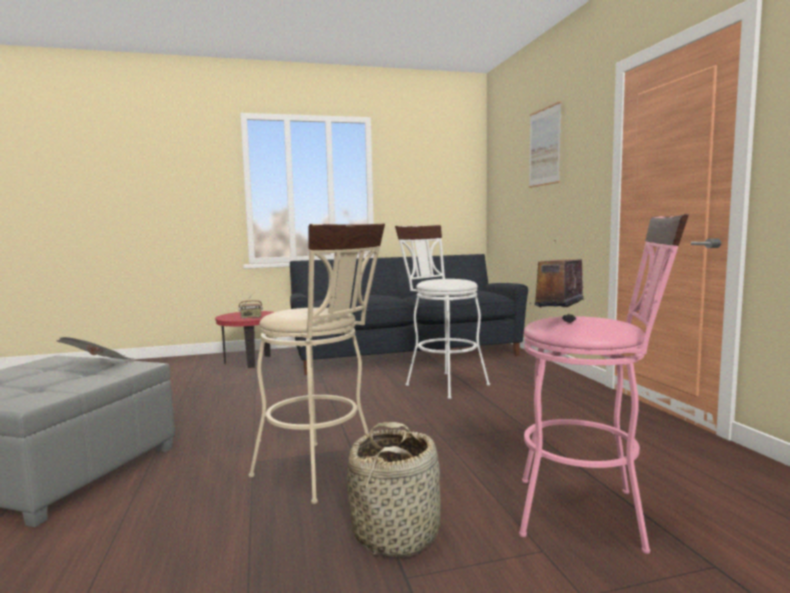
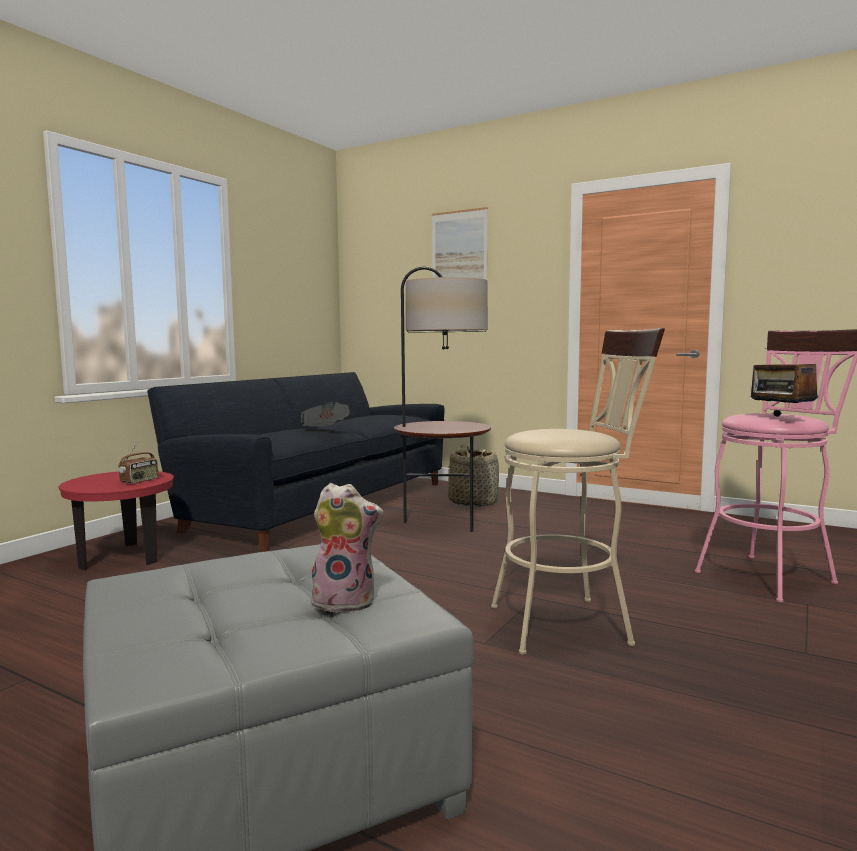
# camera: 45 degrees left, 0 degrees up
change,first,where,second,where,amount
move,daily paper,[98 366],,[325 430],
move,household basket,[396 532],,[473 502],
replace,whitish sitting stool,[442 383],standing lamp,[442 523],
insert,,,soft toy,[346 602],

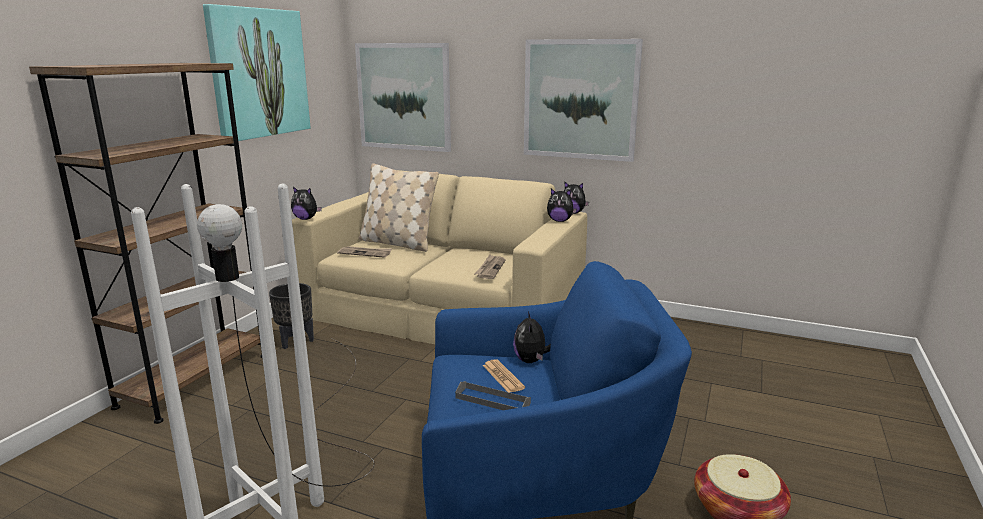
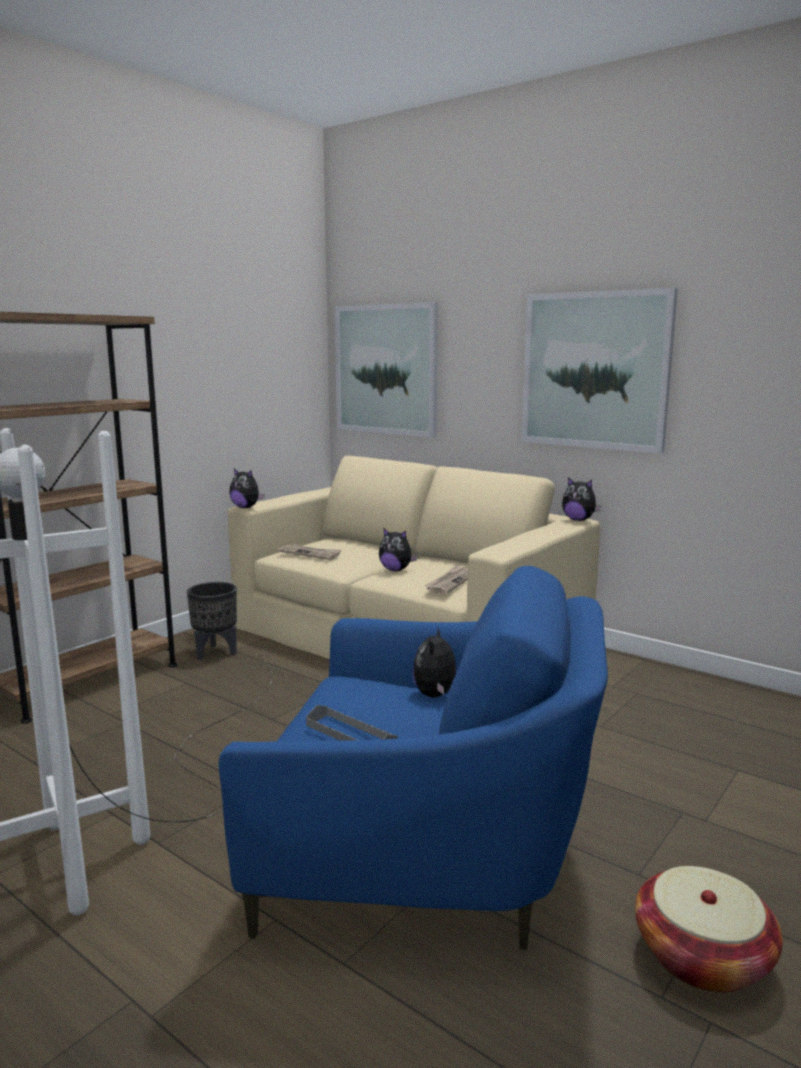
# camera: 15 degrees right, 5 degrees down
change,first,where,second,where,amount
delete,wall picture,[259 73],,,
delete,sand-coloured throw pillow,[398 243],,,
delete,daily paper,[503 377],,,
move,soft toy,[560 221],,[396 570],

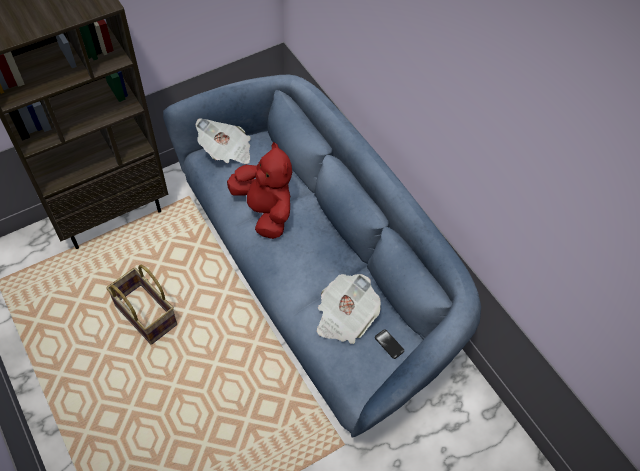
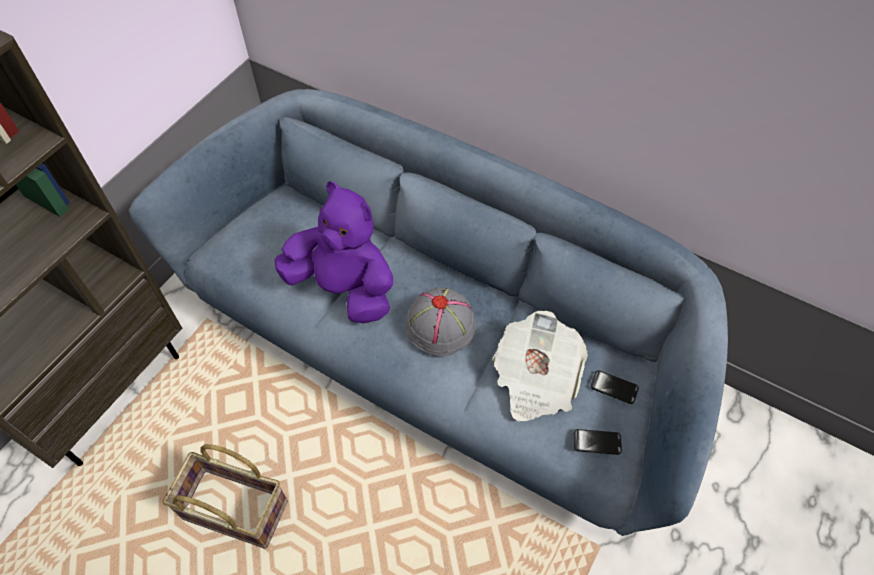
# camera: 25 degrees left, 0 degrees up
change,first,where,second,where,amount
delete,daily paper,[226 150],,,
recolor,reddish soft toy,[265 211],purple soft toy,[344 288],
insert,,,grey clothing hat,[441 325],
insert,,,phone,[597 442],

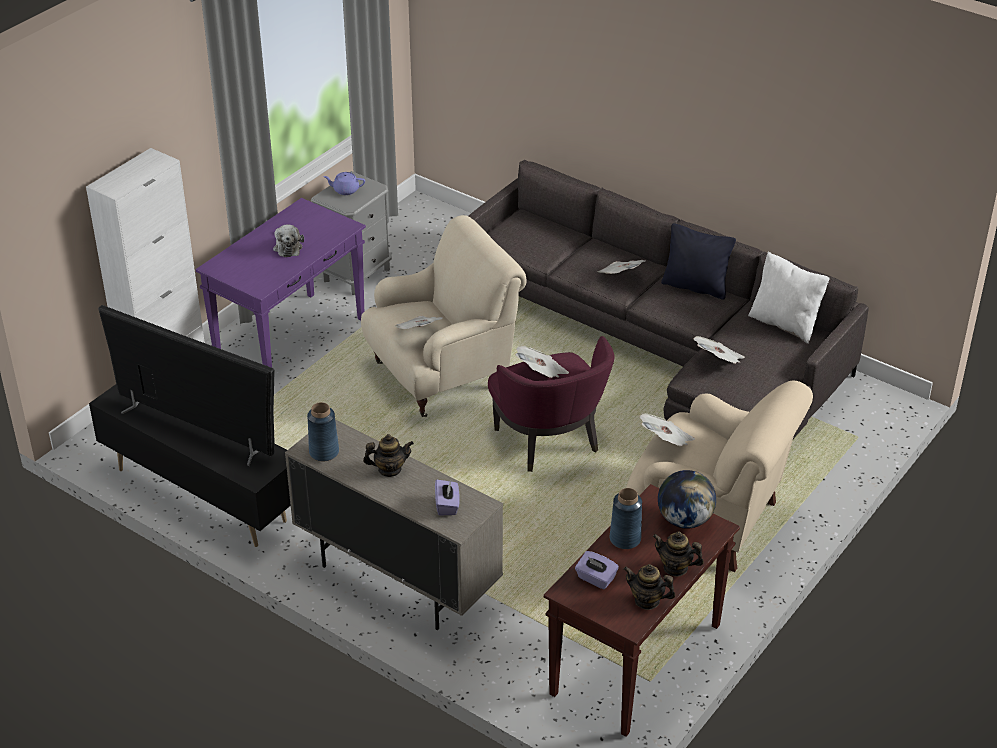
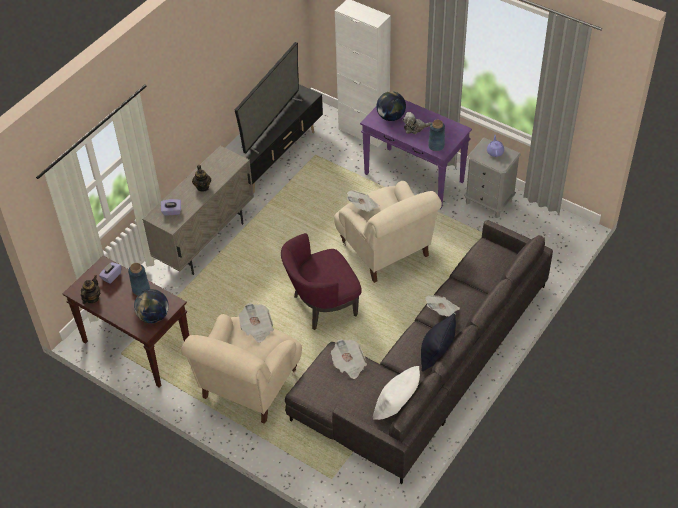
# camera: 90 degrees right, 10 degrees up
change,first,where,second,where,amount
move,bluish decorative vase,[323 452],,[436 146],
delete,daily paper,[541 373],,,
delete,tea pot,[675 568],,,
insert,,,world globe,[391 117],

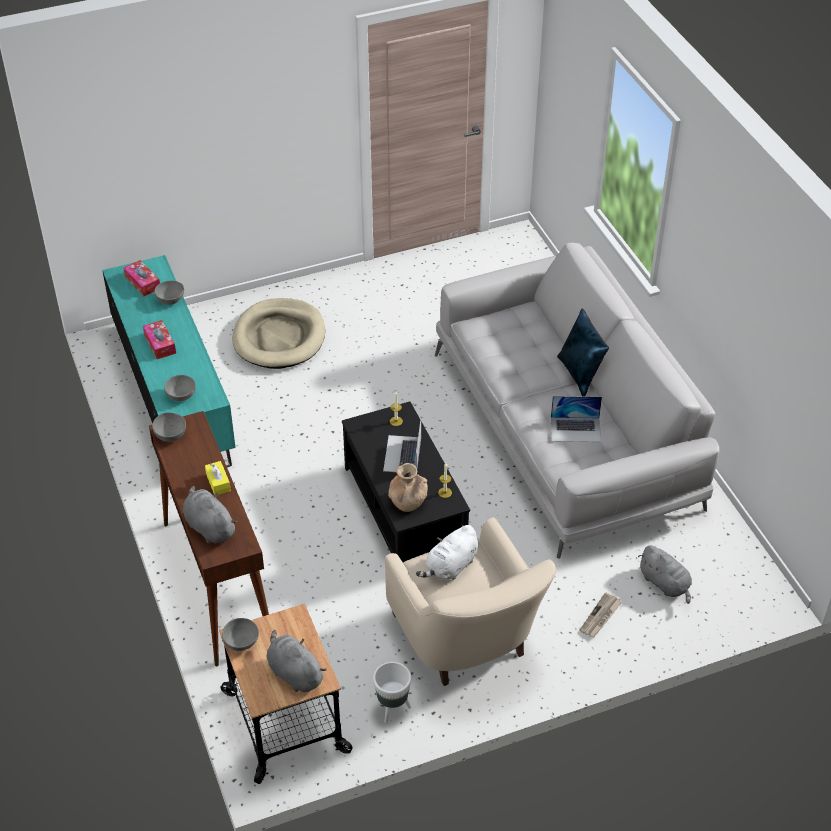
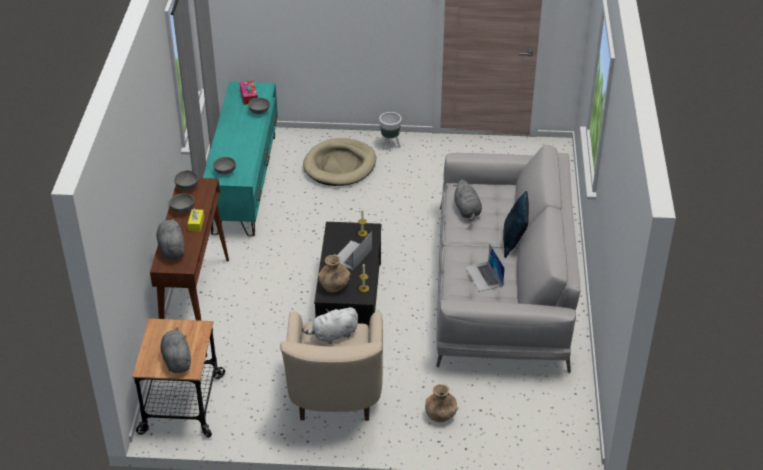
# camera: 25 degrees right, 5 degrees down
change,first,where,second,where,amount
delete,tissue holder,[160 344],,,
move,grey deep dish,[242 643],,[182 210],
move,whitish planter,[392 709],,[390 145],
rotate,laptop,[576 429],,[484 276],45 degrees clockwise
replace,daily paper,[600 617],brown-coloured decorative vase,[440 415],
move,grey soft toy,[665 584],,[467 211],

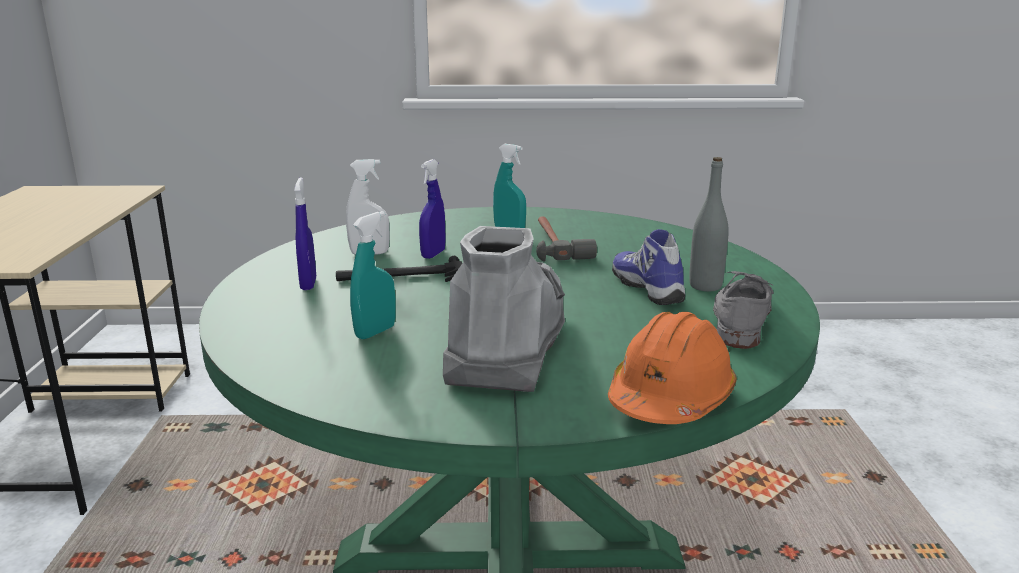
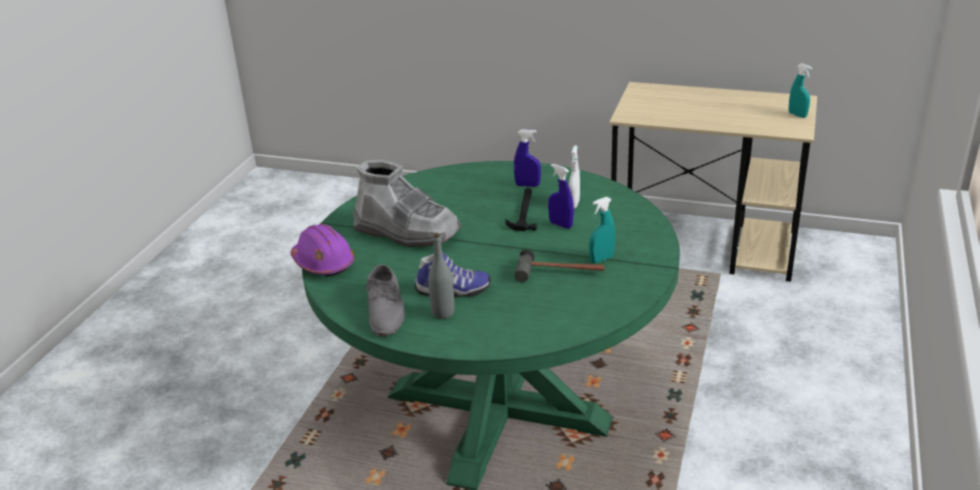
# camera: 110 degrees right, 10 degrees up
change,first,where,second,where,amount
move,blue-green hand sprayer,[375 332],,[797 115],
recolor,orange-coloured safety helmet,[670 398],purple safety helmet,[323 263],
rotate,grey low shoe,[740 319],,[386 310],45 degrees clockwise

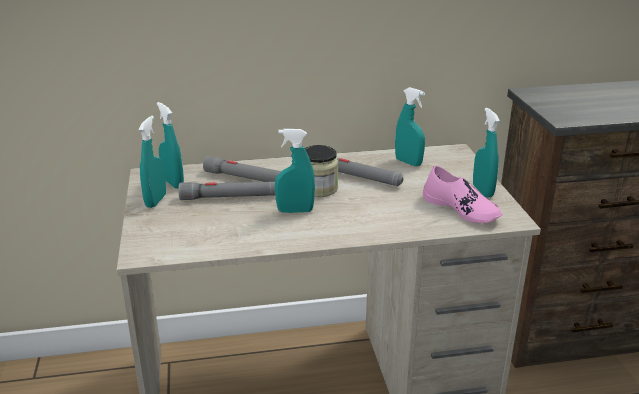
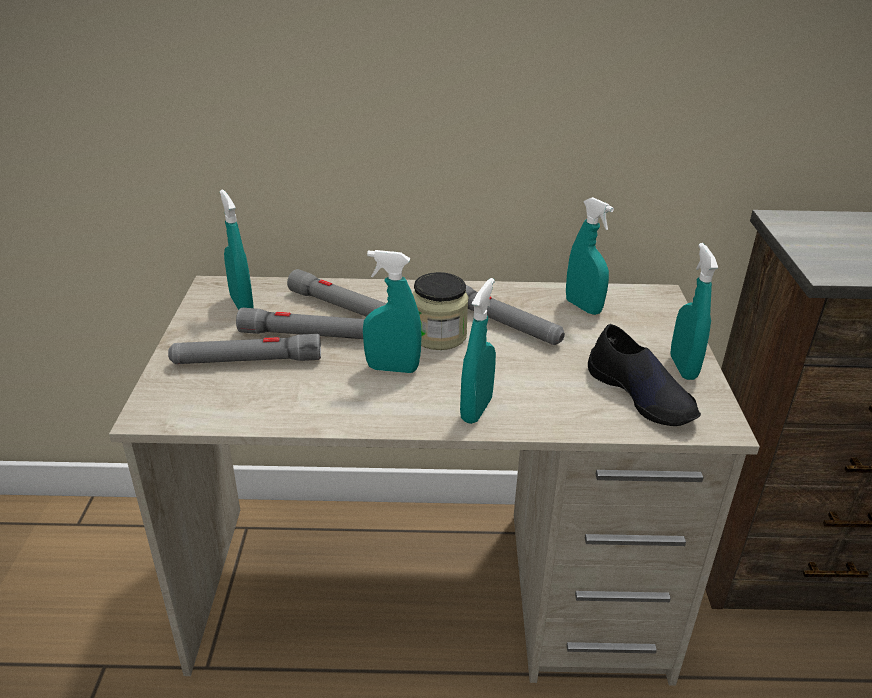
# camera: 10 degrees right, 5 degrees up
change,first,where,second,where,amount
move,blue-green hand sprayer,[155 201],,[476 410],
recolor,pink low shoe,[461 209],black-coloured low shoe,[641 395],
insert,,,grey hand torch,[247 361],

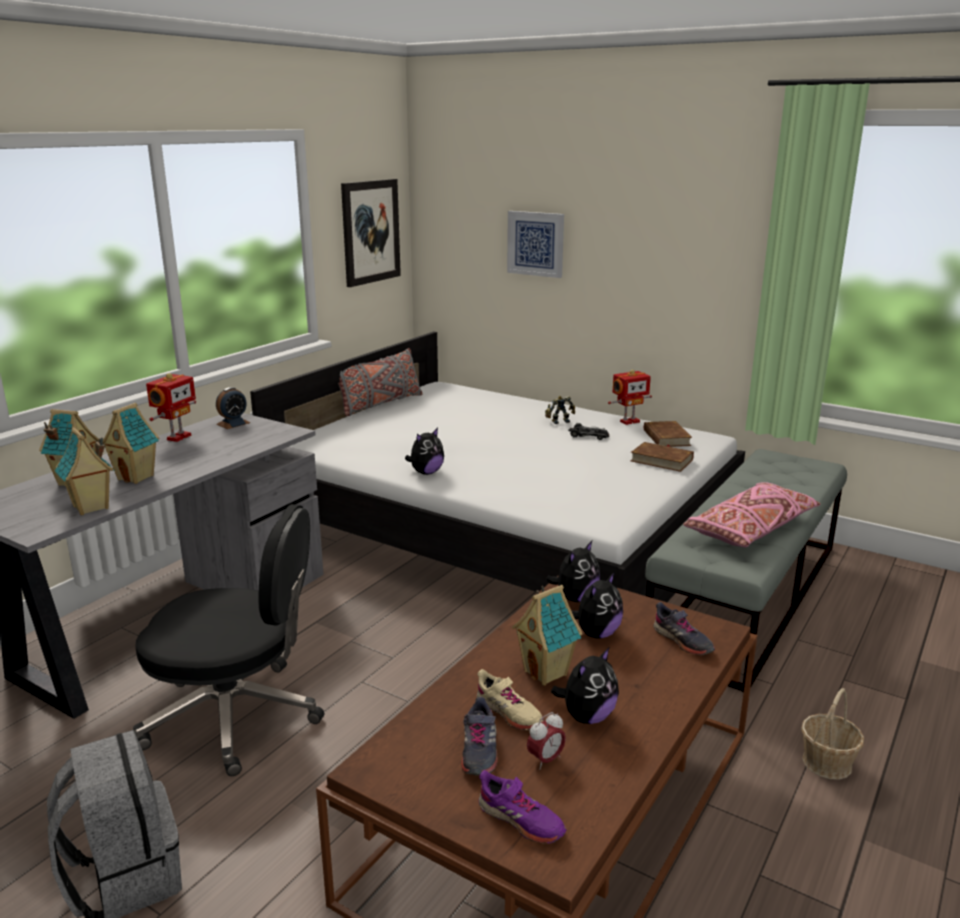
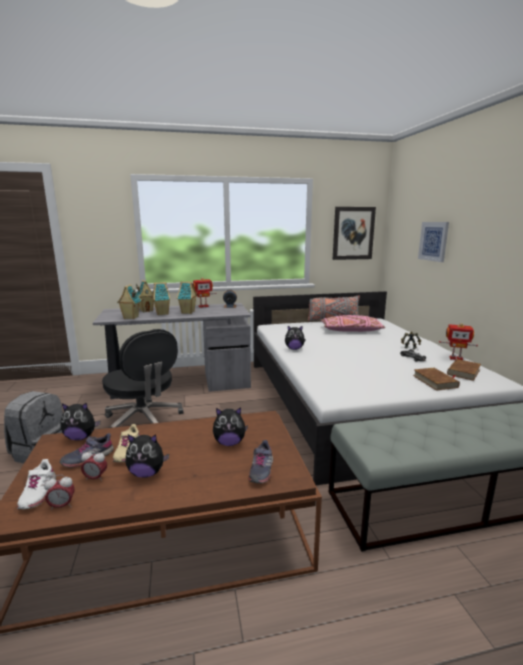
# camera: 45 degrees right, 5 degrees down
change,first,where,second,where,amount
recolor,purple low shoe,[520 820],whitish low shoe,[38 493],
move,toy house,[547 672],,[188 312],
move,soft toy,[575 598],,[81 437],
move,pink throw pillow,[750 529],,[351 330],
delete,household basket,[827 762],,,
insert,,,bedside clock,[62 506],

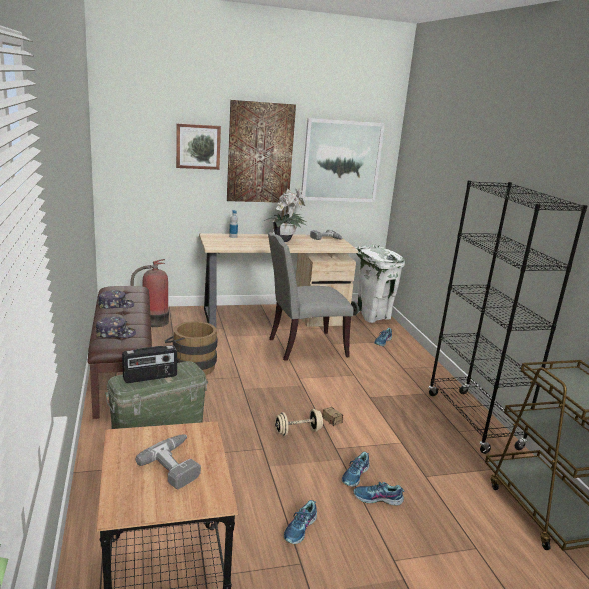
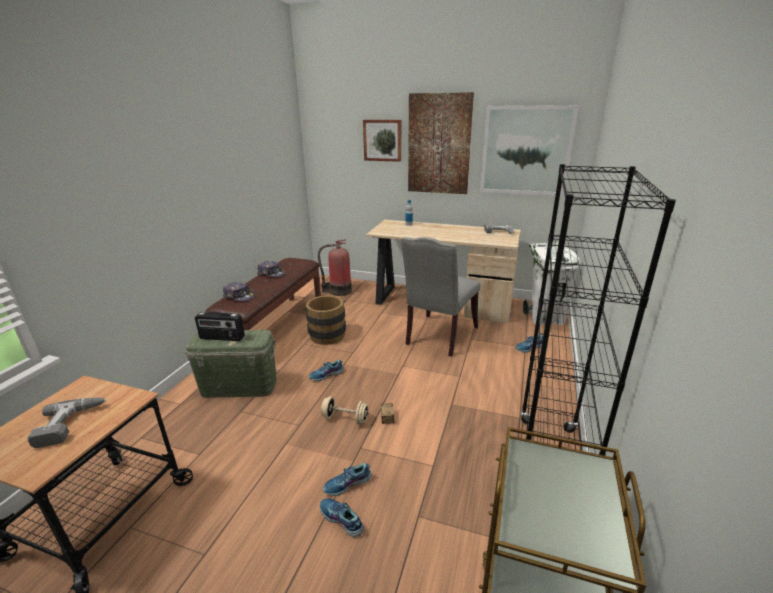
# camera: 35 degrees right, 5 degrees up
change,first,where,second,where,amount
delete,houseplant,[284 240],,,
rotate,grey chair,[303 347],,[439 337],75 degrees counterclockwise
move,low shoe,[300 529],,[326 375],

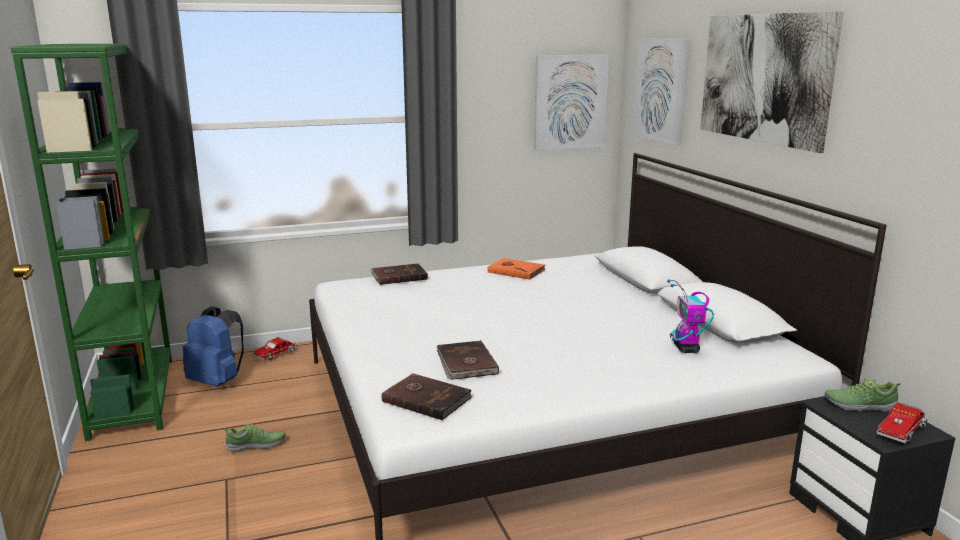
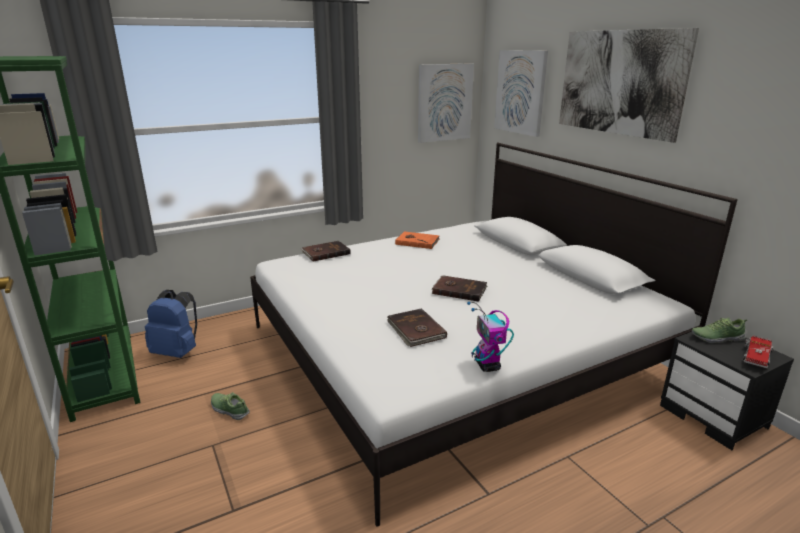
# camera: 10 degrees left, 5 degrees up
change,first,where,second,where,amount
rotate,low shoe,[256 445],,[230 409],120 degrees counterclockwise
delete,toy lorry,[277 354],,,
move,brown-coloured bound book,[426 399],,[459 290],
move,model robot,[686 349],,[487 365],

